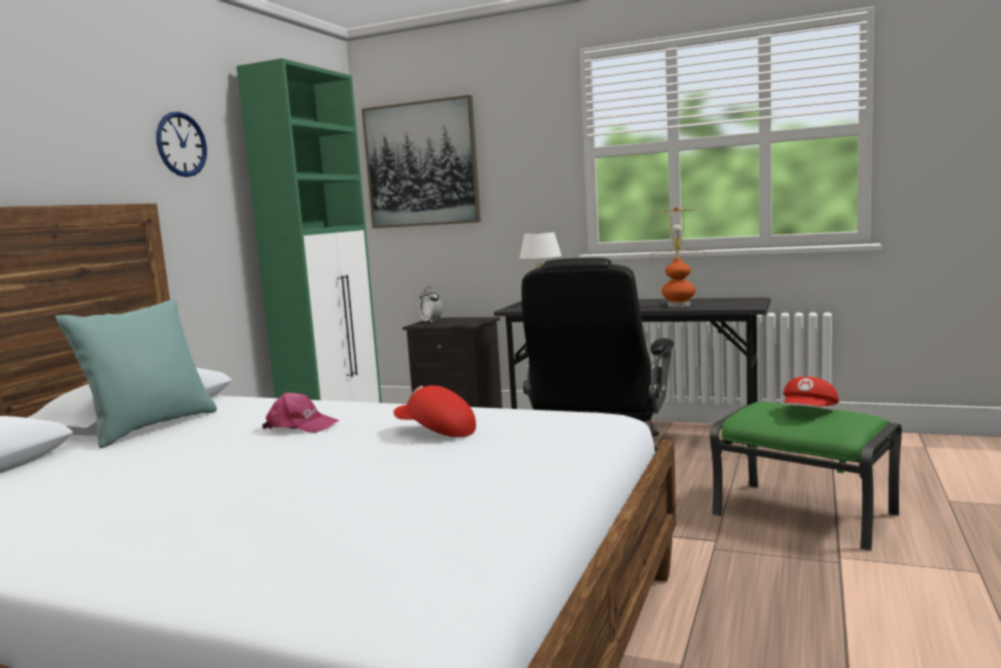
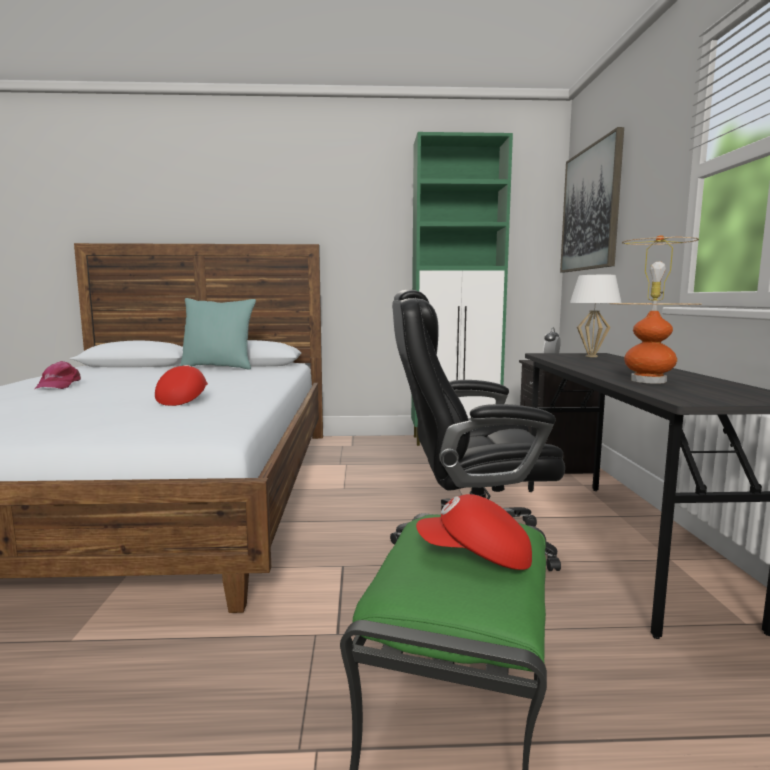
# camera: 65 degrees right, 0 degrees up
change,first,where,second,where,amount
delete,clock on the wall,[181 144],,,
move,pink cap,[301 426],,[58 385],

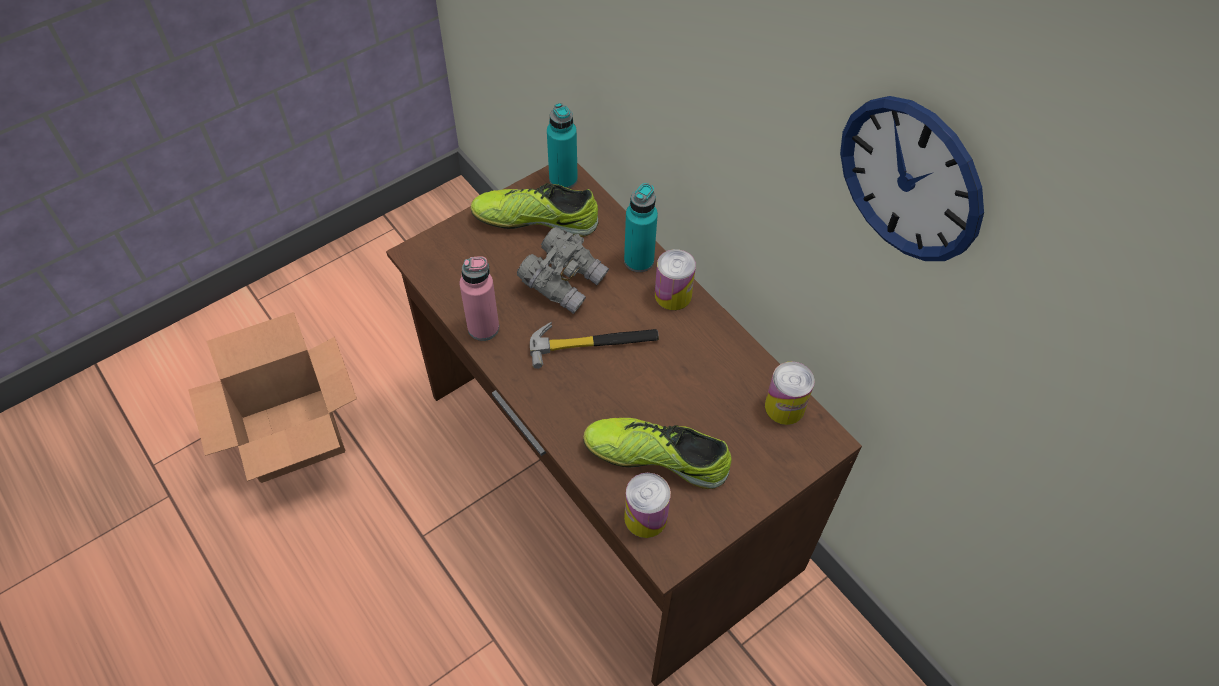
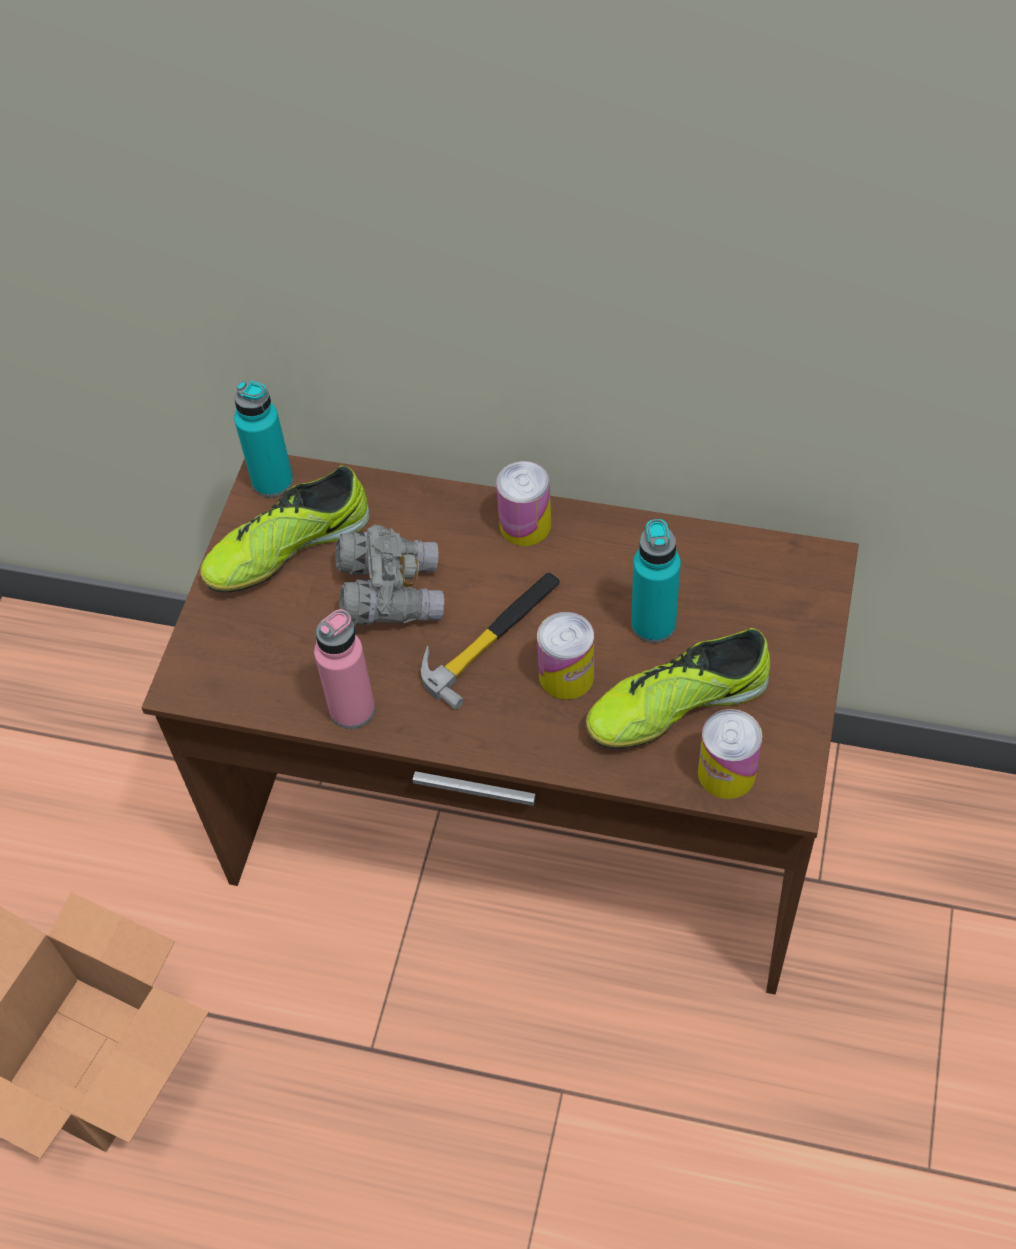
# camera: 35 degrees left, 0 degrees up
change,first,where,second,where,amount
move,blue-green bottle,[639 260],,[653 624],
move,metal can,[784 407],,[566 676],
delete,clock on the wall,[910 179],,,

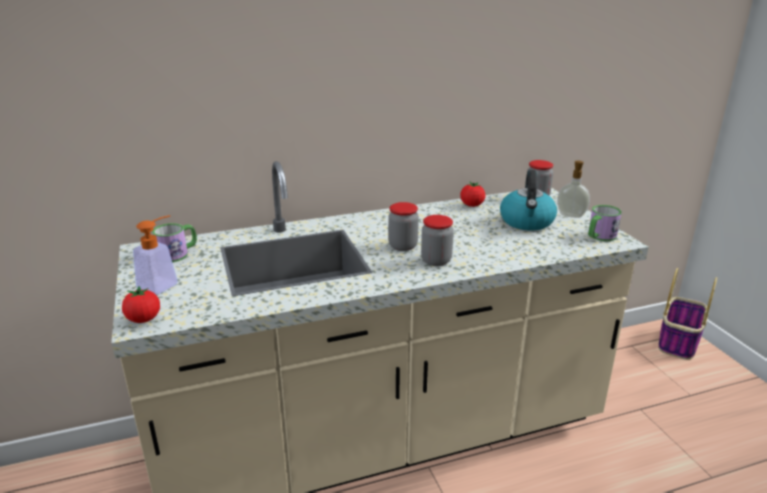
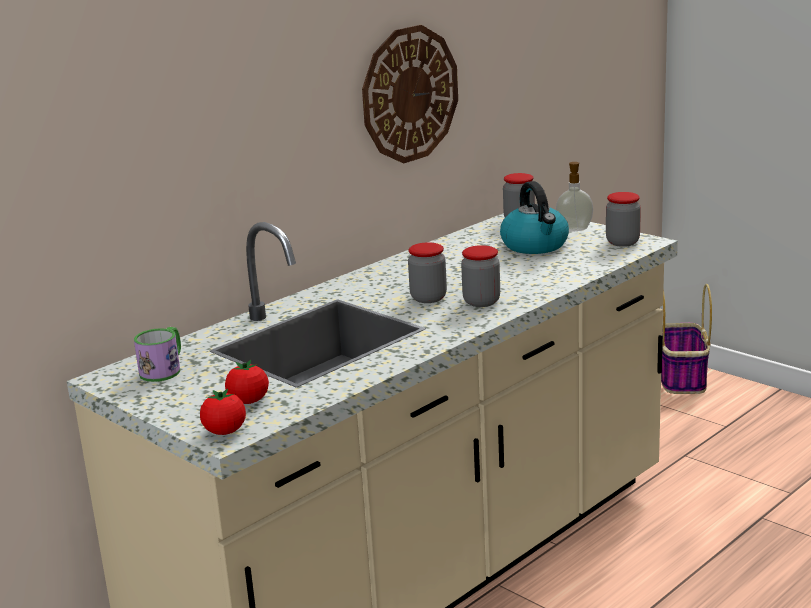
# camera: 25 degrees left, 5 degrees down
change,first,where,second,where,amount
delete,liquid soap bottle,[163 283],,,
move,fresh tomato,[472 205],,[248 401],
replace,coffee mug,[599 236],jar,[622 242],
insert,,,clock on the wall,[409 94],

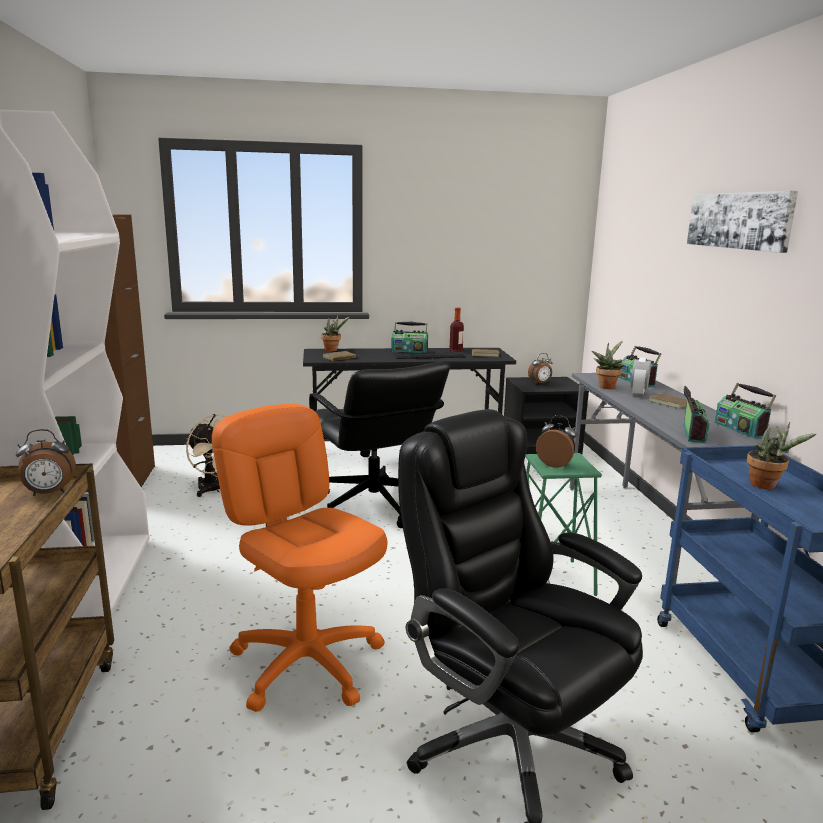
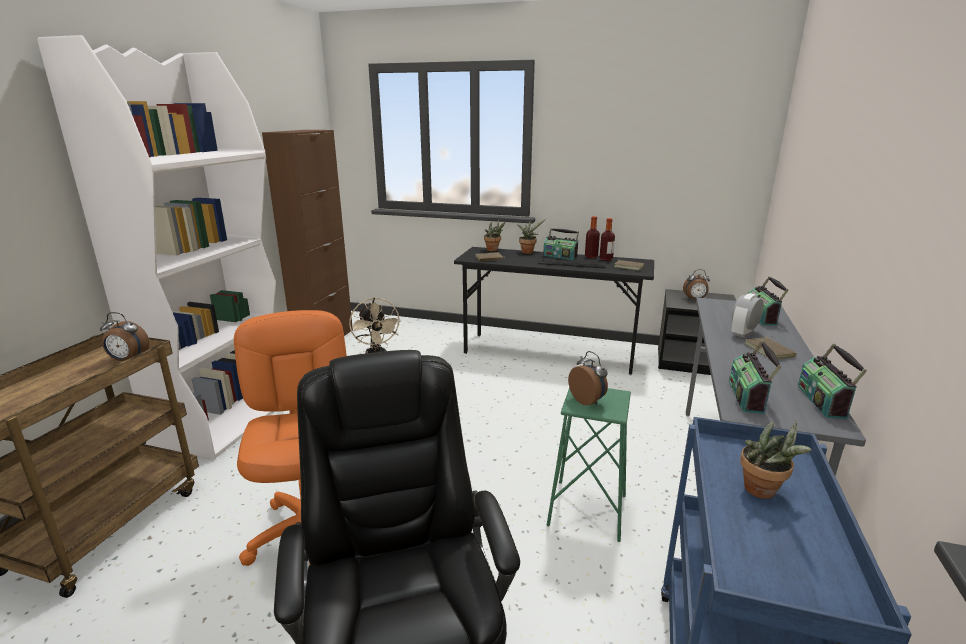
# camera: 25 degrees right, 5 degrees up
change,first,where,second,where,amount
delete,black-coloured computer chair,[373 506],,,
move,houseplant,[606 386],,[528 252],
rotate,radio set,[692 434],,[748 397],150 degrees clockwise
delete,wall picture,[739 220],,,
insert,,,bottle,[591 257],

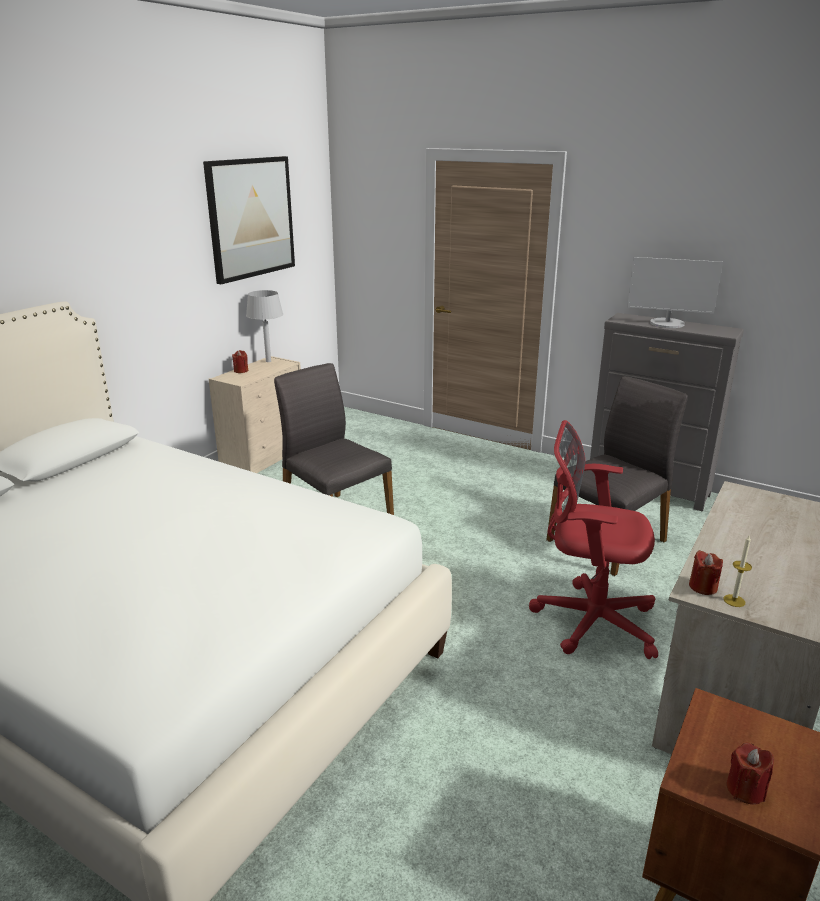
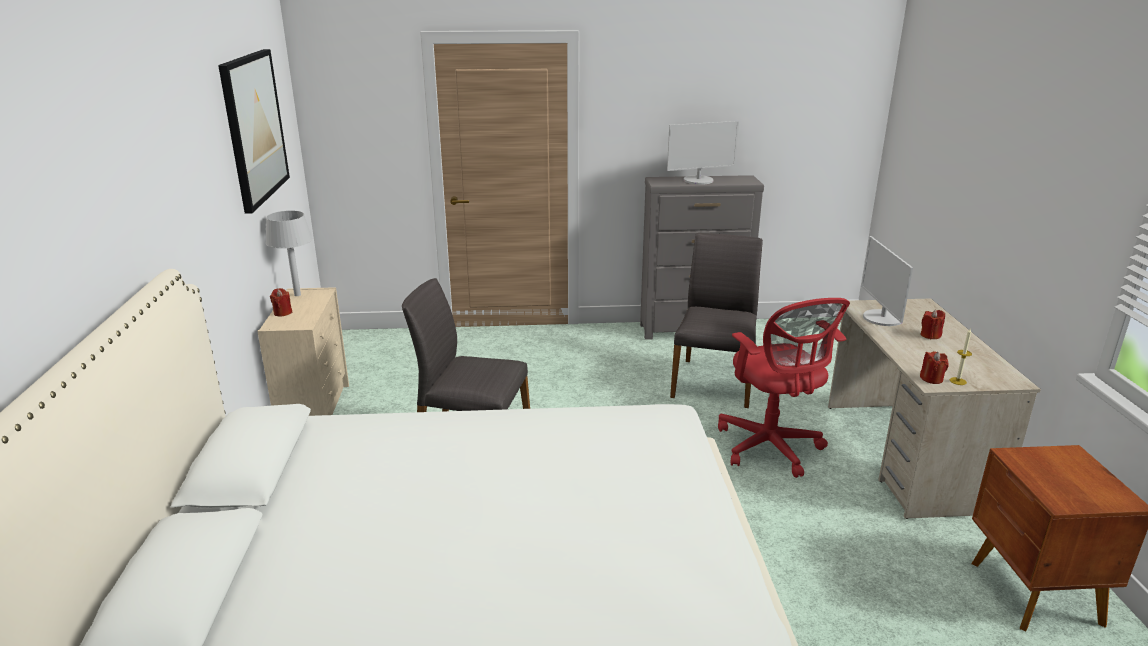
# camera: 35 degrees left, 0 degrees up
change,first,where,second,where,amount
rotate,reddish computer chair,[589 620],,[771 448],90 degrees counterclockwise
move,reddish wax light,[745 789],,[930 335],
insert,,,computer display,[882 318],

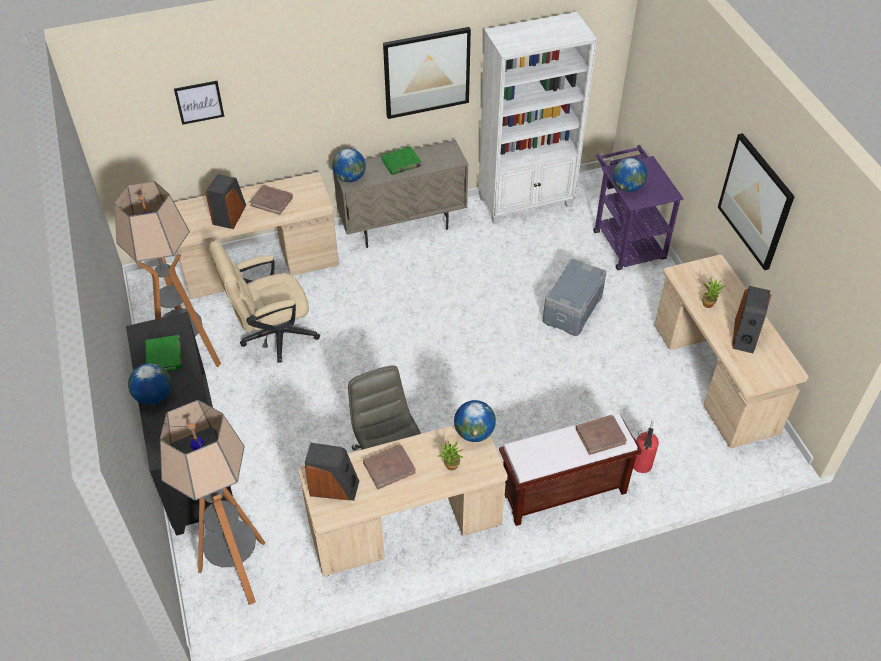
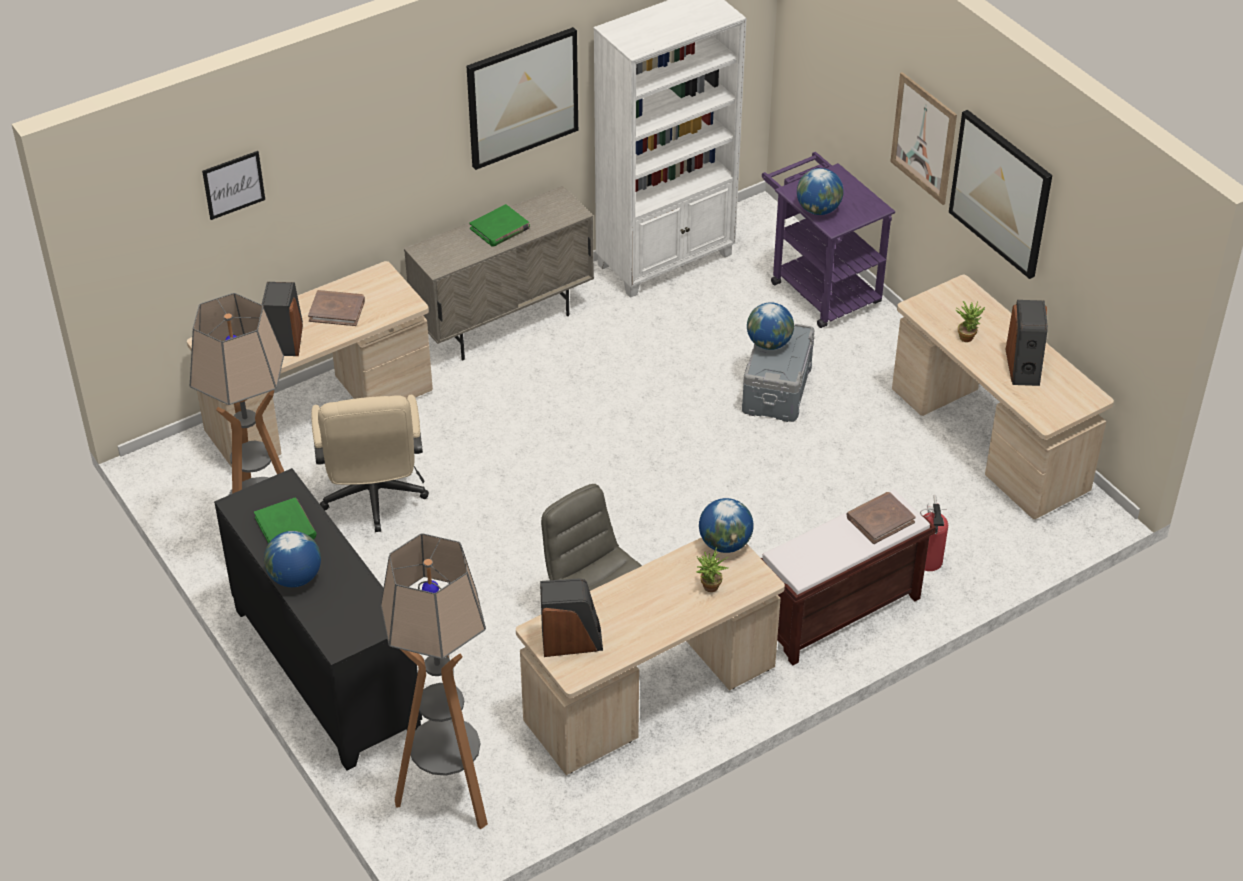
# camera: 15 degrees left, 5 degrees down
change,first,where,second,where,amount
rotate,sand-coloured computer chair,[272 335],,[374 499],60 degrees counterclockwise
move,world globe,[350 178],,[769 343],
delete,brown-coloured bound book,[389 467],,,
insert,,,wall picture,[923 138],

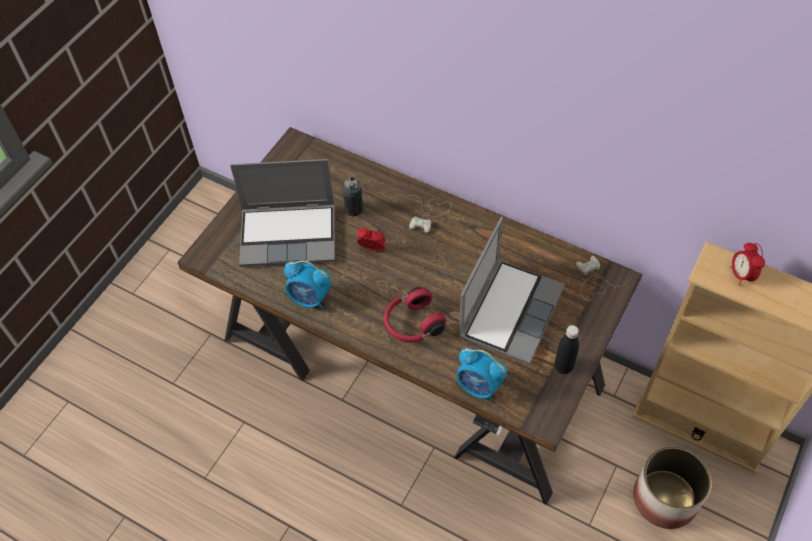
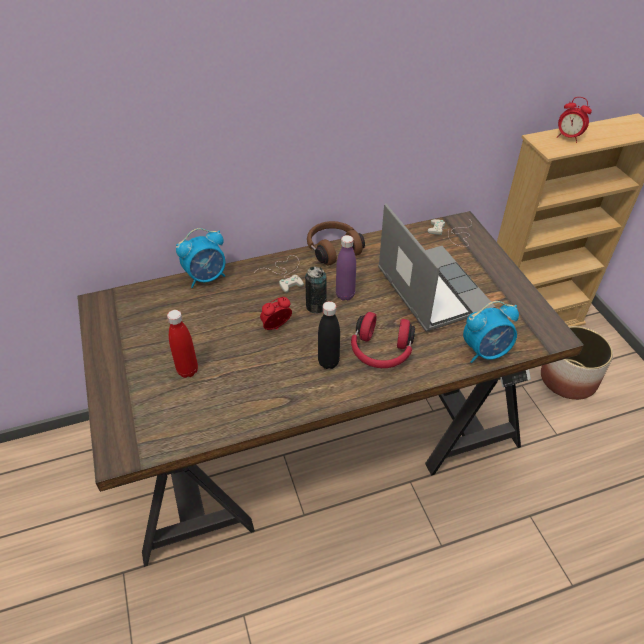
# camera: 50 degrees left, 10 degrees down
change,first,where,second,where,amount
replace,laptop,[290 235],reddish bottle,[187 371],
move,bedside clock,[310 298],,[206 277],
move,metal can,[354 209],,[316 306],
move,black-coloured bottle,[563 367],,[328 362],
insert,,,brown-coloured pair of headphones,[333 249],
insert,,,purple bottle,[345 295],

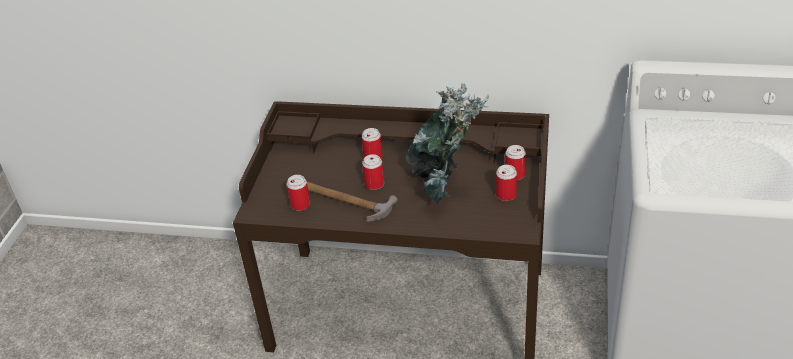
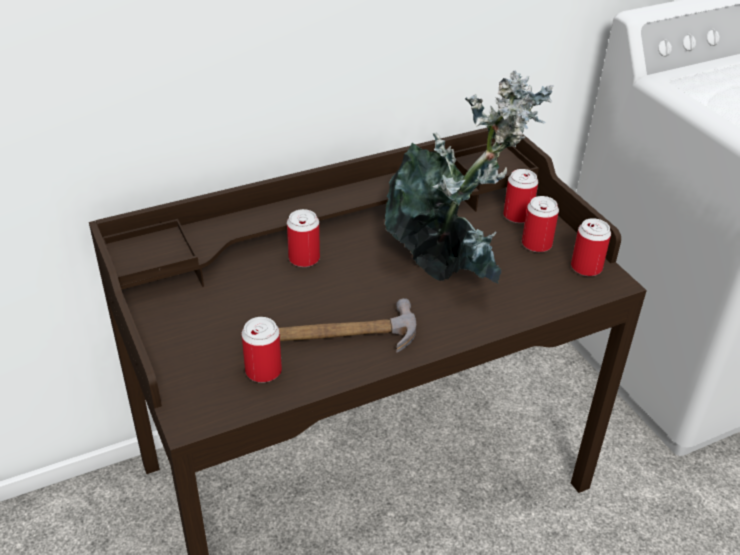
# camera: 40 degrees left, 0 degrees up
change,first,where,second,where,amount
move,metal can,[374 184],,[586 267],

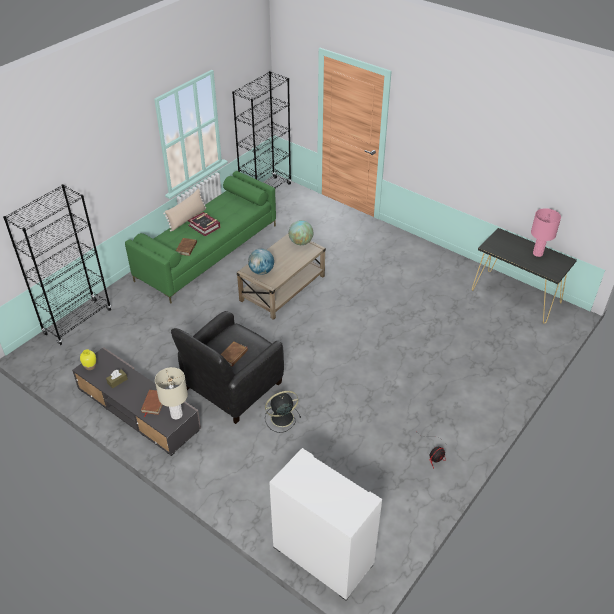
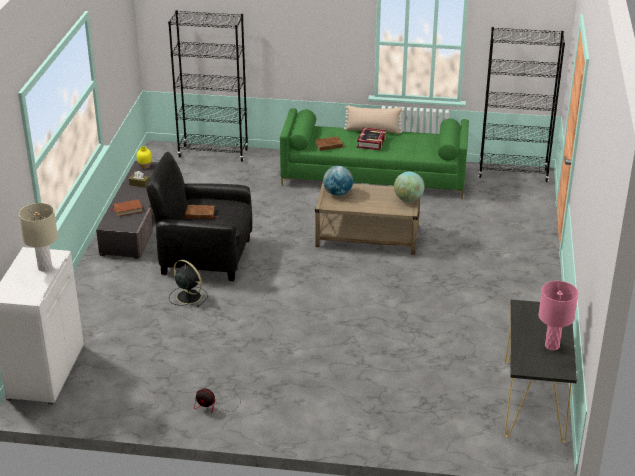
# camera: 60 degrees right, 10 degrees down
change,first,where,second,where,amount
move,sand-coloured tabletop lamp,[176 414],,[45 267],

